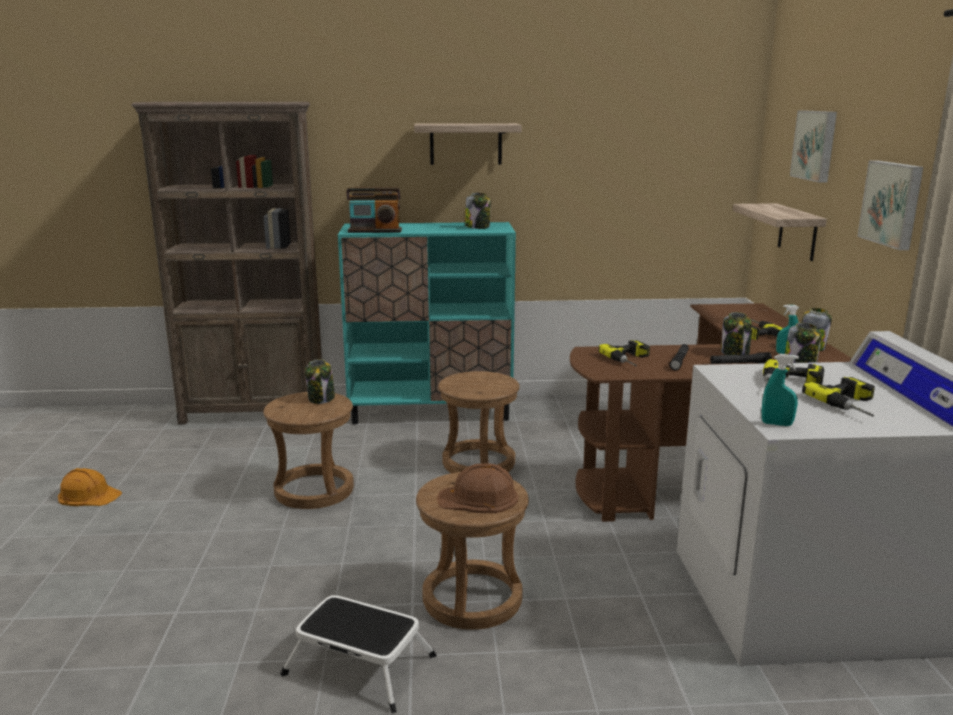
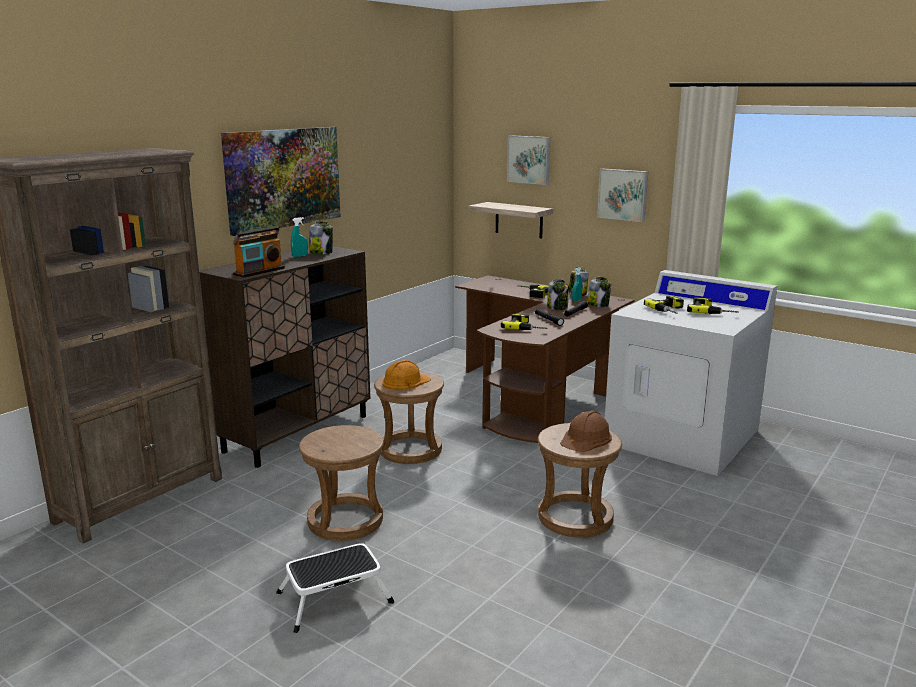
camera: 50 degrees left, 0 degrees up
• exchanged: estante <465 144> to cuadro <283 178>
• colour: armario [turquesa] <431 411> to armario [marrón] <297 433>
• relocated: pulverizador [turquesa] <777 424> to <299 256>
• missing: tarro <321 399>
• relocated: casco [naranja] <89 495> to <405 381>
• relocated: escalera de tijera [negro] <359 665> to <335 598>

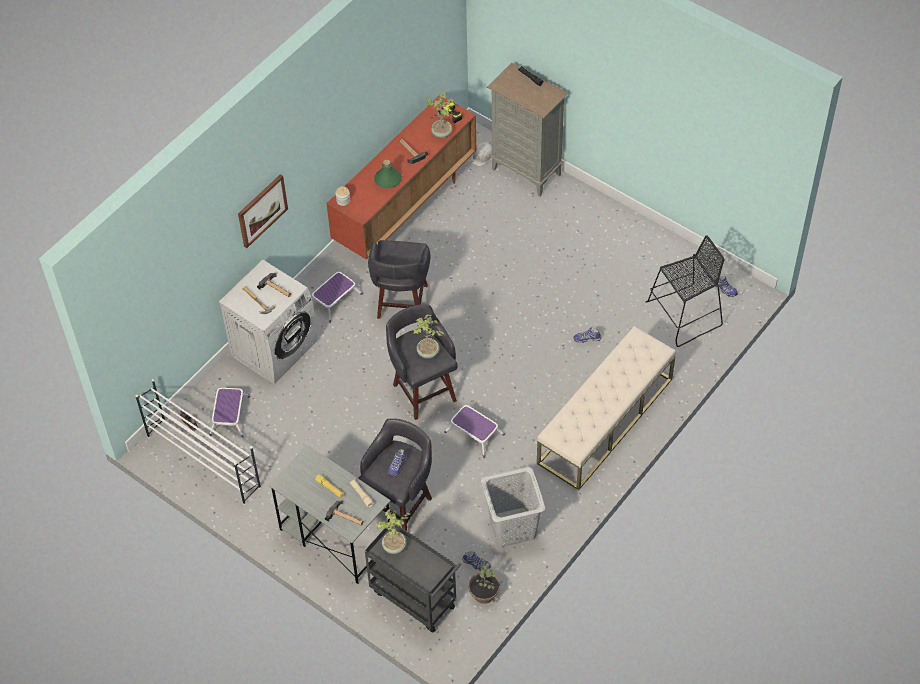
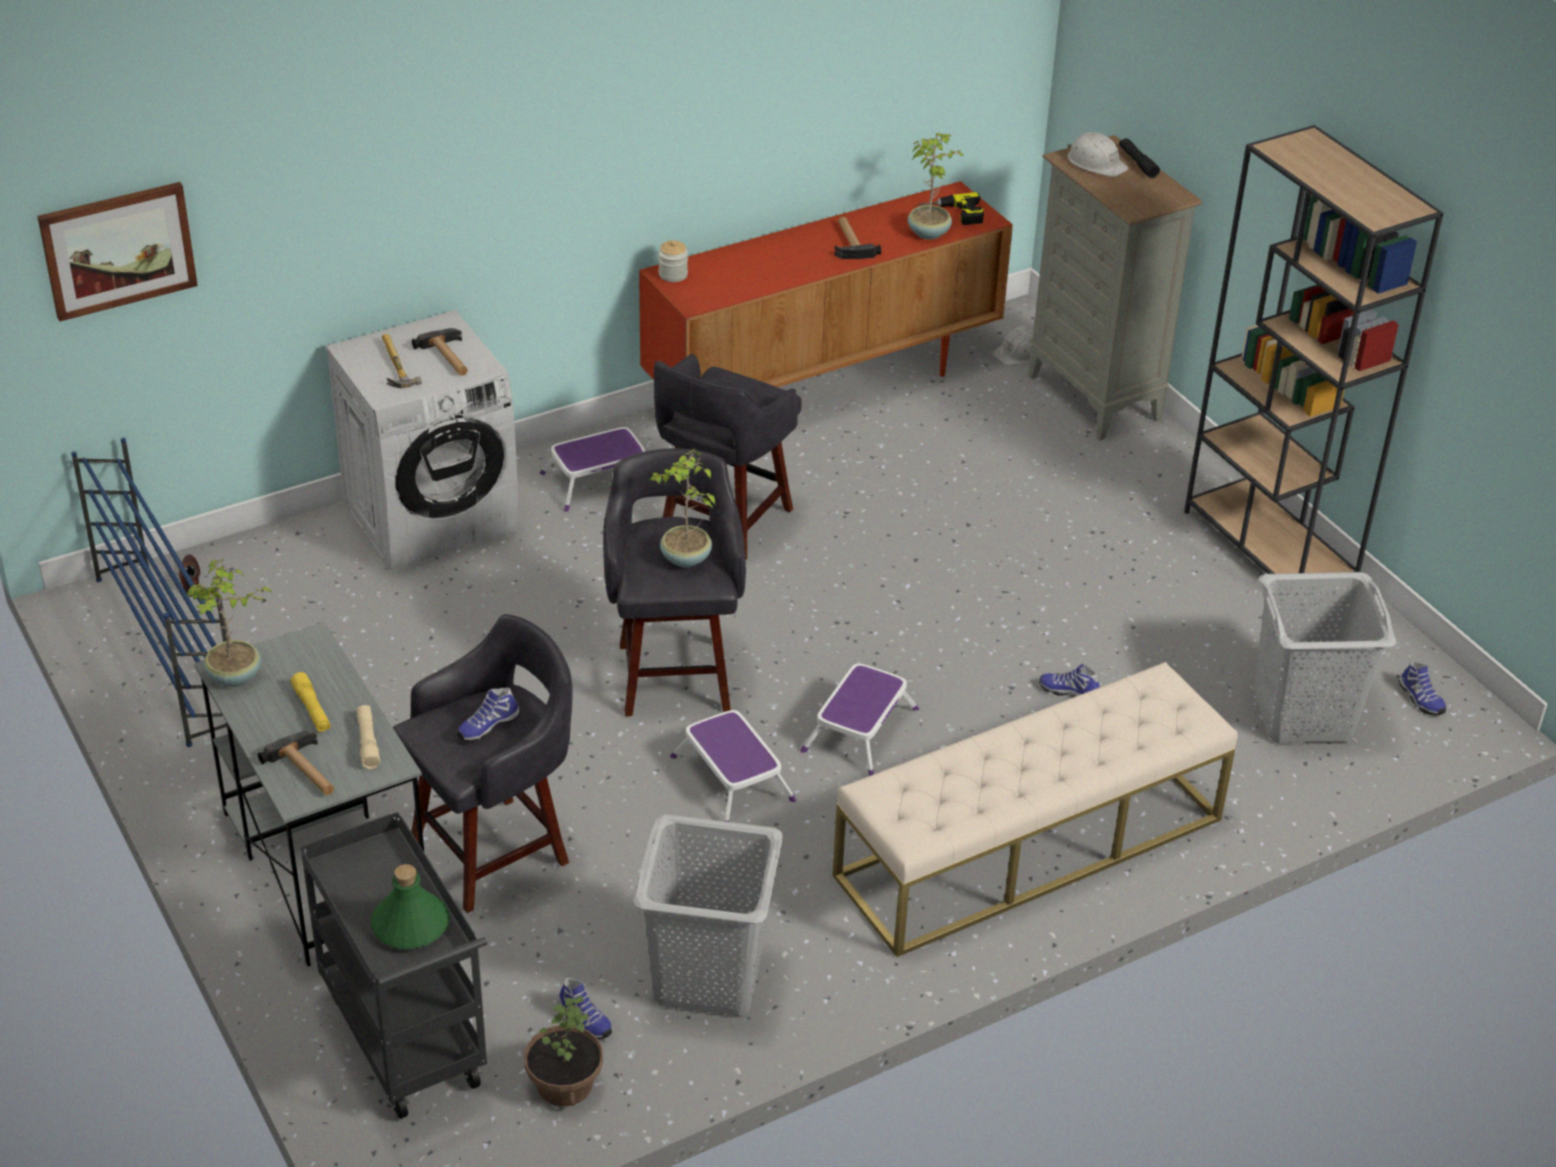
camera: 20 degrees right, 15 degrees down
• relocated: botella [verde] <388 180> to <411 925>
• relocated: cuadro <262 210> to <118 249>
• exchanged: taburete [negro] <683 315> to cesto de la ropa [gris] <1303 716>
• colour: zapatero [blanco] <203 461> to zapatero [azul] <167 650>
• relocated: escalera de tijera [morado] <230 415> to <861 730>
• relocated: planta en maceta <395 546> to <235 677>
• appeared: estantería <1270 548>
• appeared: casco [blanco] <1096 162>

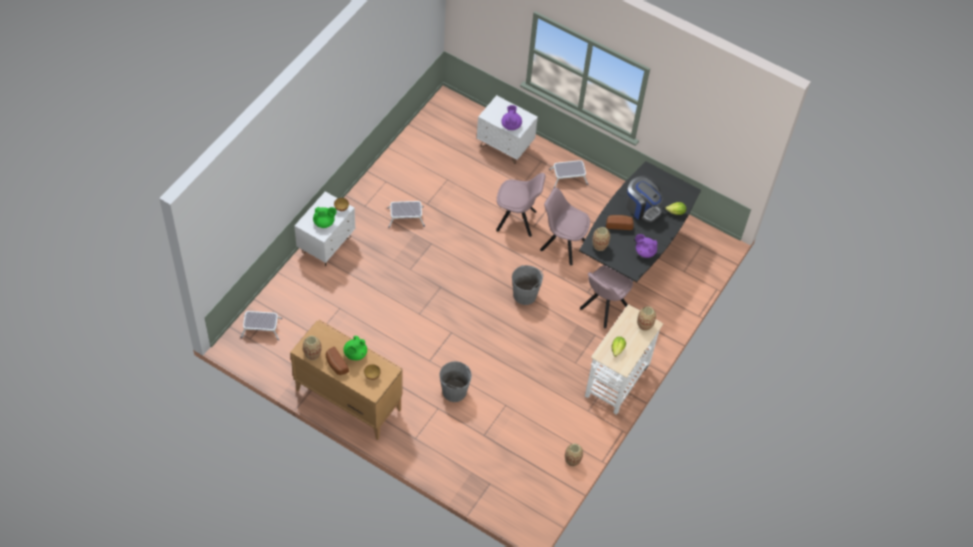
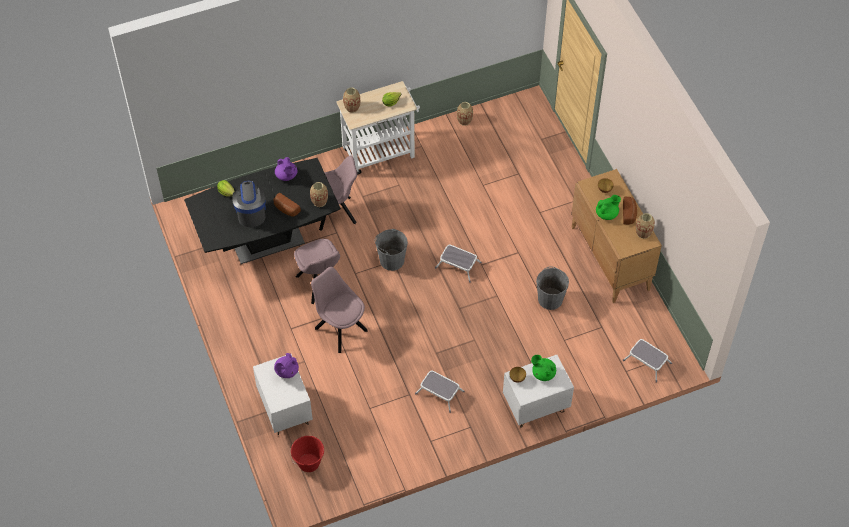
camera: 140 degrees left, 0 degrees up
• relocated: escalera de tijera [gris] <568 176> to <458 265>
• relocated: cubo [gris] <454 391> to <550 299>
• appeared: cubo [rojo] <309 463>

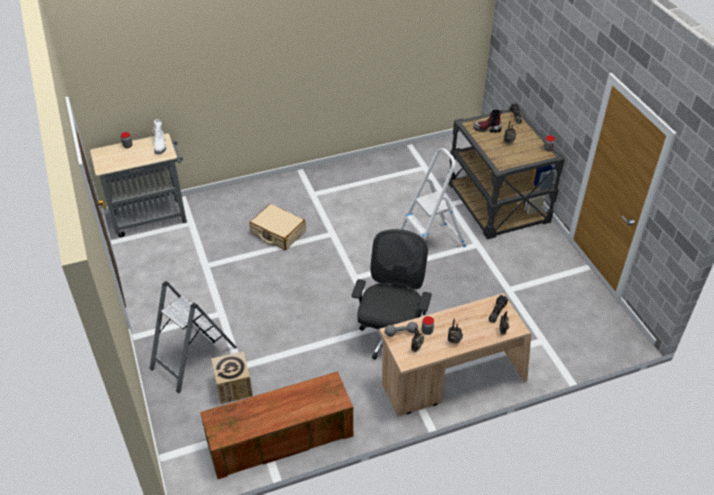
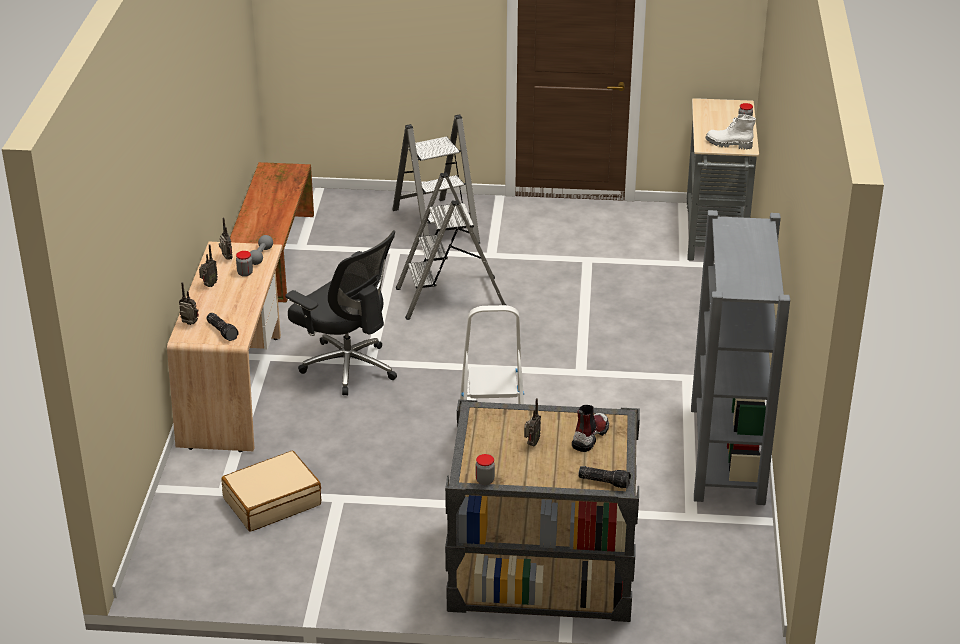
camera: 115 degrees right, 10 degrees down
• relocated: maleta [beis] <278 232> to <272 501>
• missing: caja de cartón <233 387>
• appeared: escalera de tijera [gris] <452 297>
• appeared: estantería [gris] <727 454>

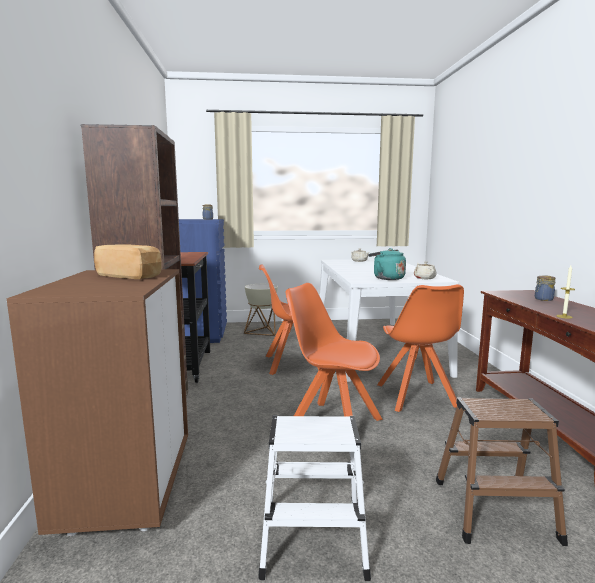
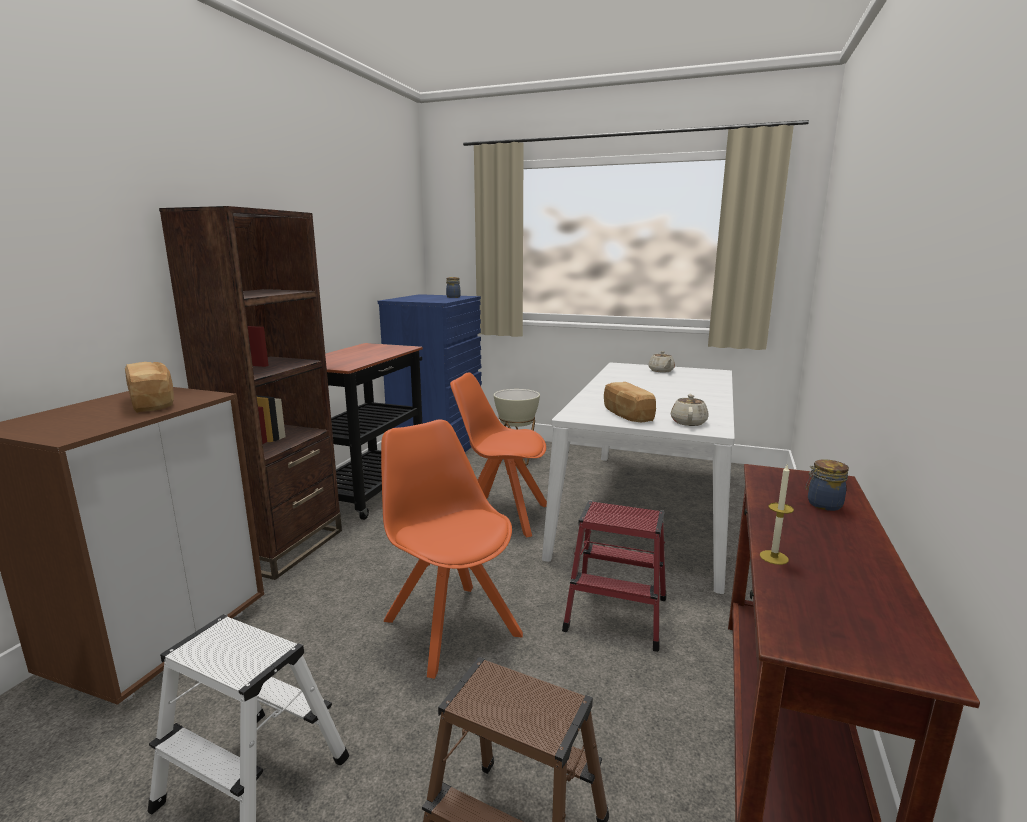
camera: 25 degrees right, 5 degrees up
• exchanged: hervidor [turquesa] <386 278> to pan <626 415>
• exchanged: silla [naranja] <416 397> to escalera de tijera [rojo] <615 613>

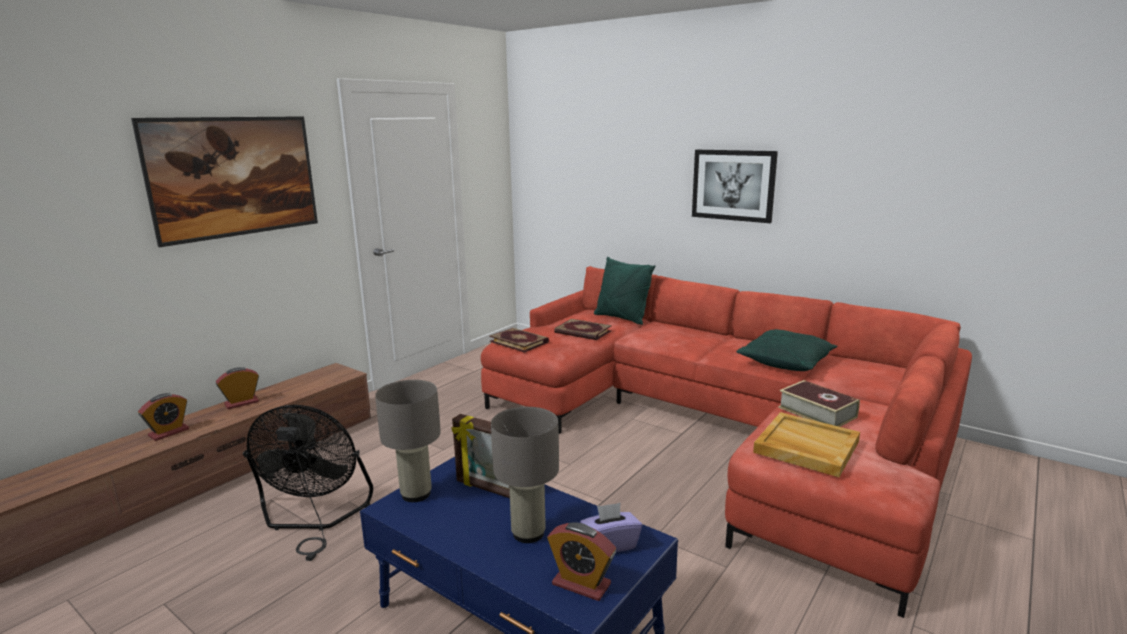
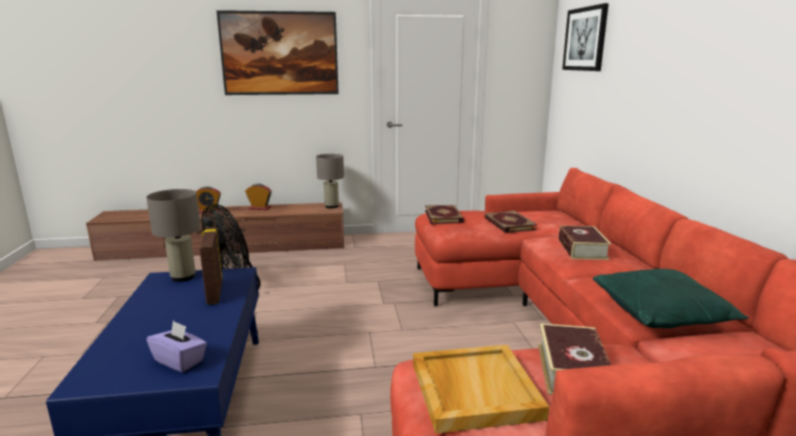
camera: 45 degrees right, 0 degrees up
• relocated: cuadro <733 185> to <585 39>
• missing: cojín [verde] <621 318>
• relocated: lámpara de mesa [gris] <529 534> to <331 206>
• missing: despertador <581 584>
• appeared: libro <582 249>

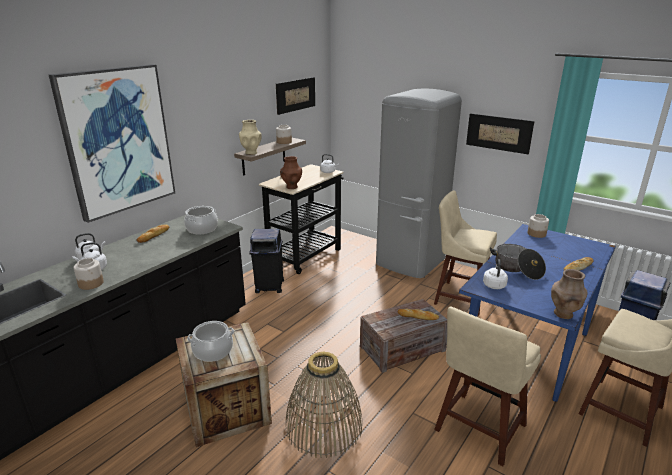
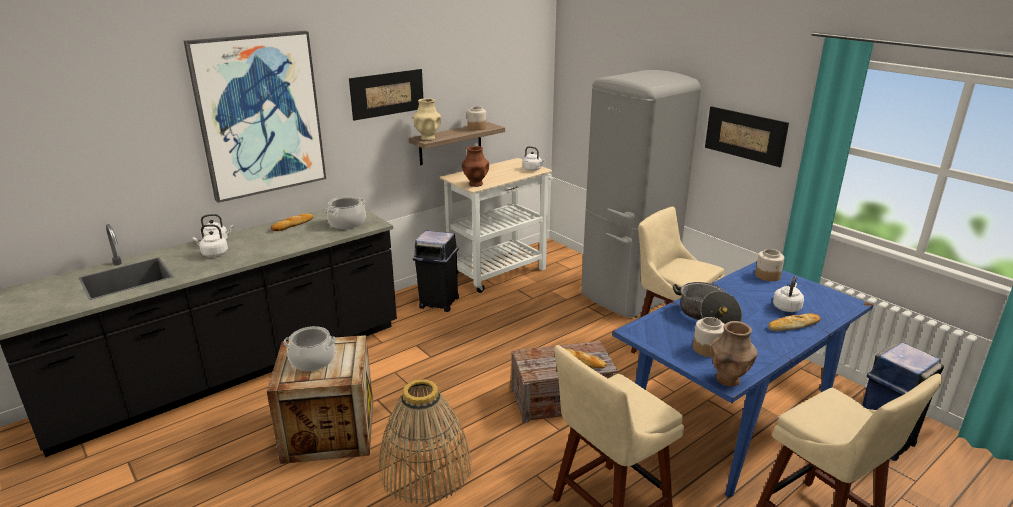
camera: 15 degrees right, 0 degrees up
• relocated: cuadro <296 95> to <387 94>
• colour: carrito [negro] <306 256> to carrito [blanco] <499 272>
• relocated: tarro <91 283> to <707 349>
• relocated: hervidor [blanco] <494 285> to <787 307>

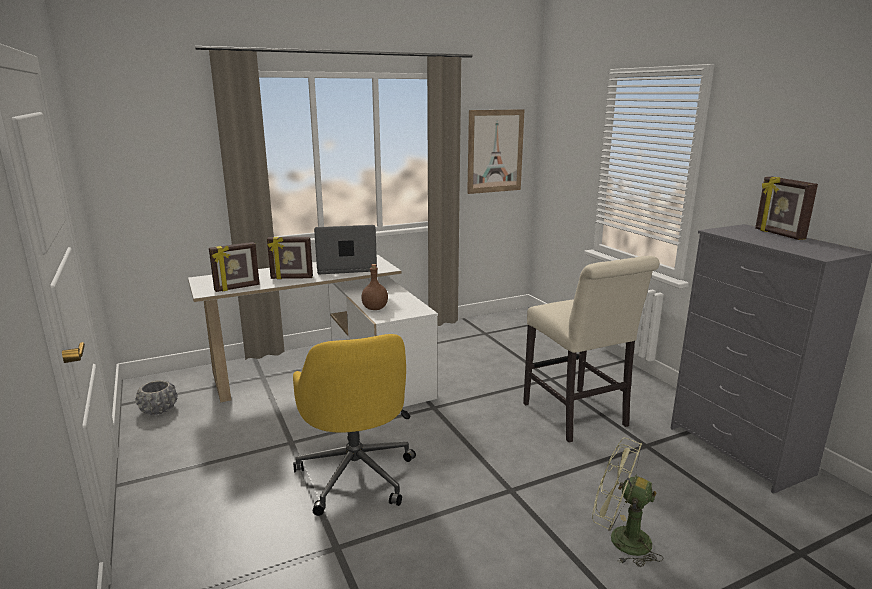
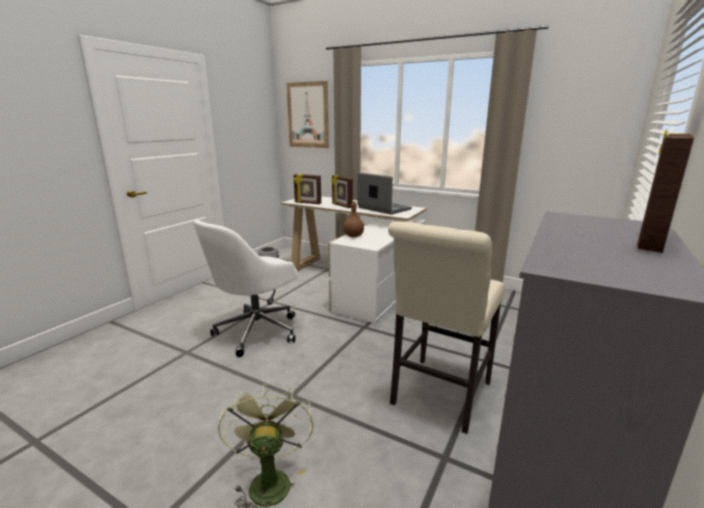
camera: 55 degrees right, 0 degrees up
• relocated: cuadro <495 151> to <308 115>
• colour: silla de oficina [amarillo] <356 477> to silla de oficina [blanco] <256 332>

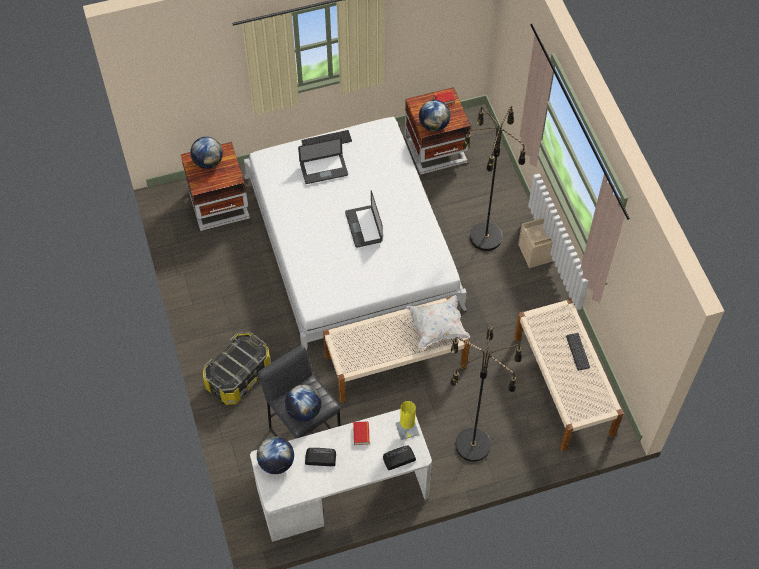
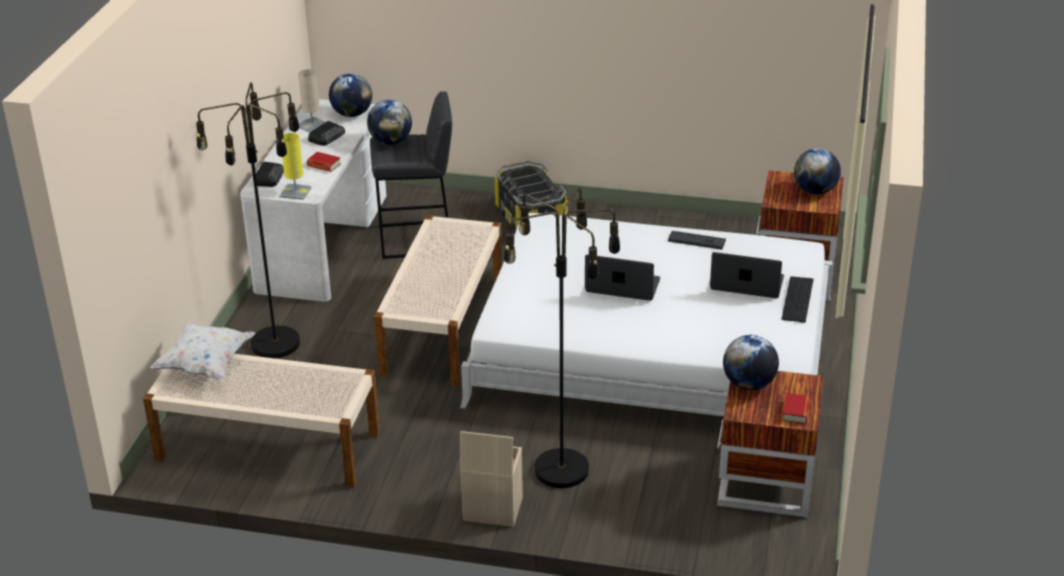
camera: 120 degrees right, 25 degrees down
• spun: portátil <324 169> = <747 284> 90 degrees clockwise
• relocated: cojín [blanco] <437 327> to <206 365>
• relocated: teclado <577 351> to <696 240>
• appeared: lámpara de mesa [beis] <312 125>

